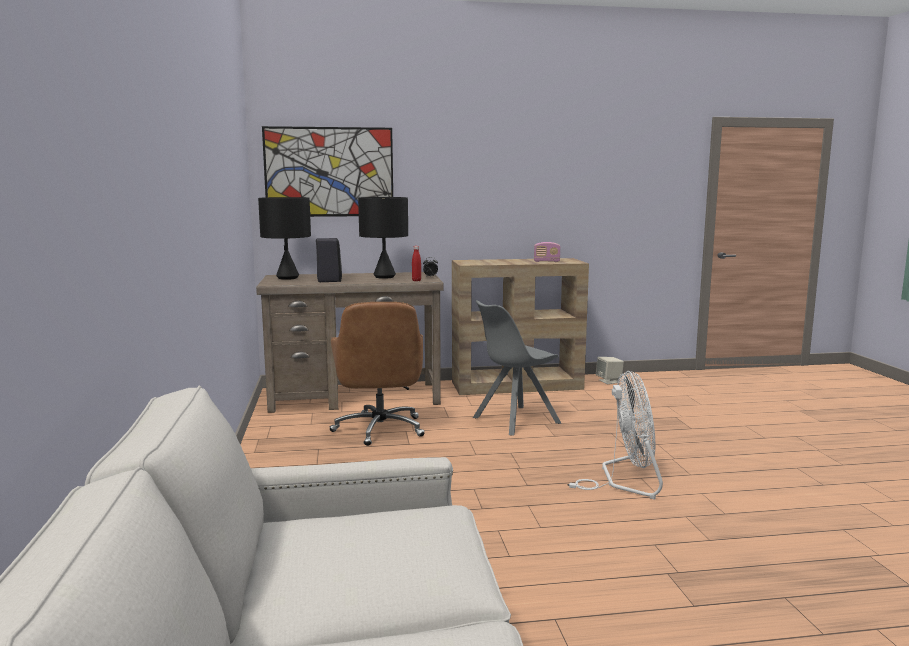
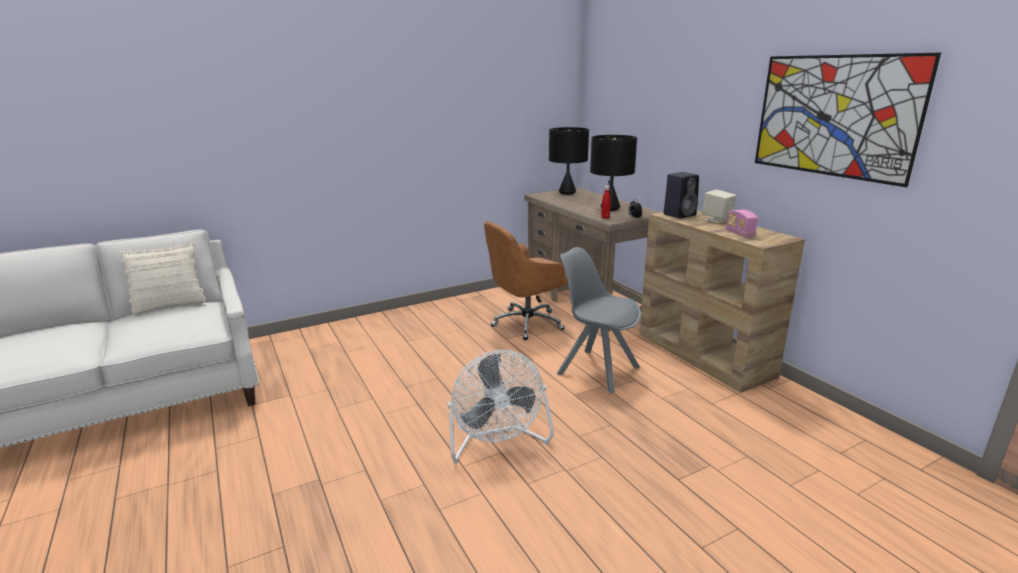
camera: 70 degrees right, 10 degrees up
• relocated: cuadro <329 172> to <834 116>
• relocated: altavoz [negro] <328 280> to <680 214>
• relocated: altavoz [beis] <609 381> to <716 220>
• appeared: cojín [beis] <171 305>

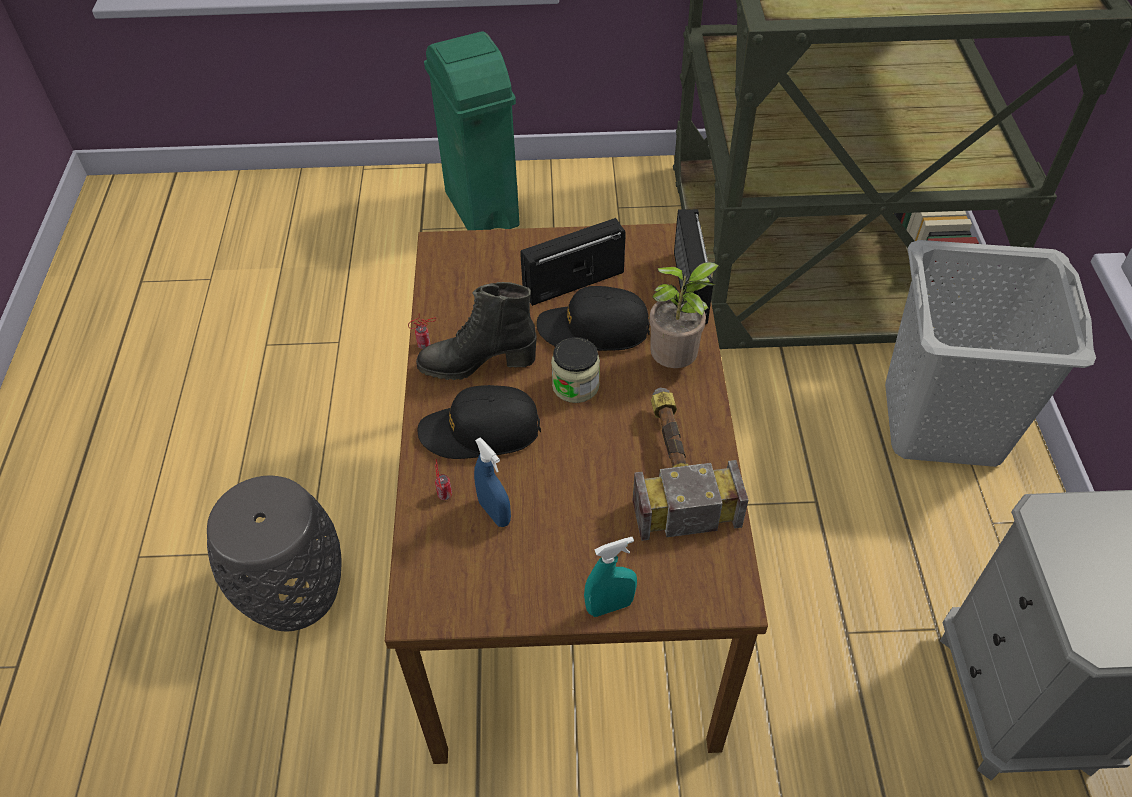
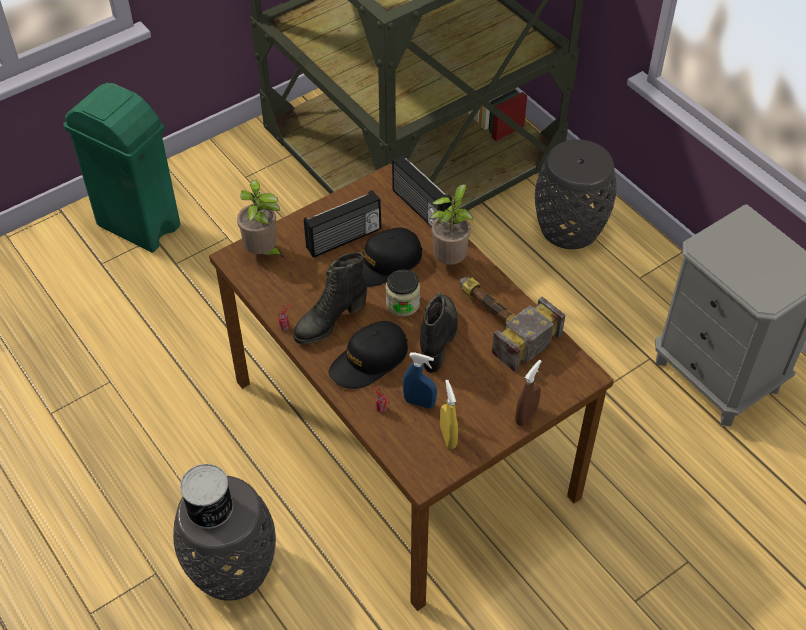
camera: 35 degrees left, 0 degrees up
• spun: radio <572 281> = <344 239> 150 degrees counterclockwise
• exchanged: cesto de la ropa [gris] <940 420> to taburete [gris] <569 228>
• colour: pulverizador [turquesa] <609 606> to pulverizador [marrón] <526 415>
• appeared: planta en maceta <263 253>
• appeared: bota [negro] <438 338>
• appeared: pulverizador [amarillo] <448 437>
• appeared: lata <210 509>

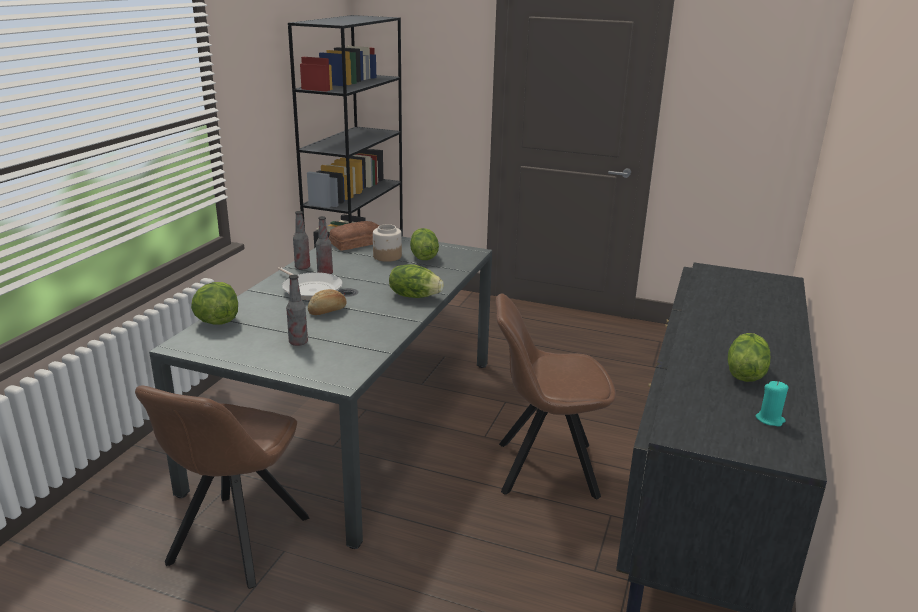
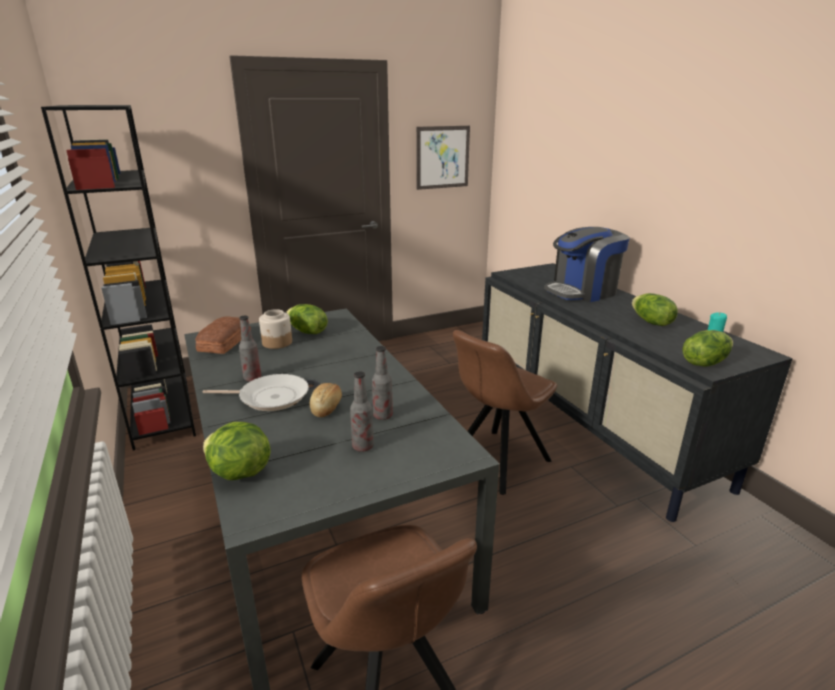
camera: 45 degrees left, 0 degrees up
• relocated: botella <302 267> to <382 416>
• relocated: lechuga <414 296> to <704 362>
• appeared: cuadro <442 157>
• appeared: cafetera <582 291>

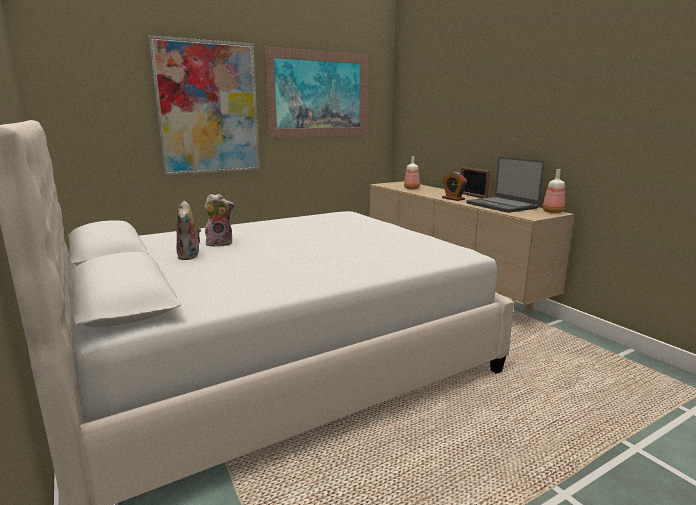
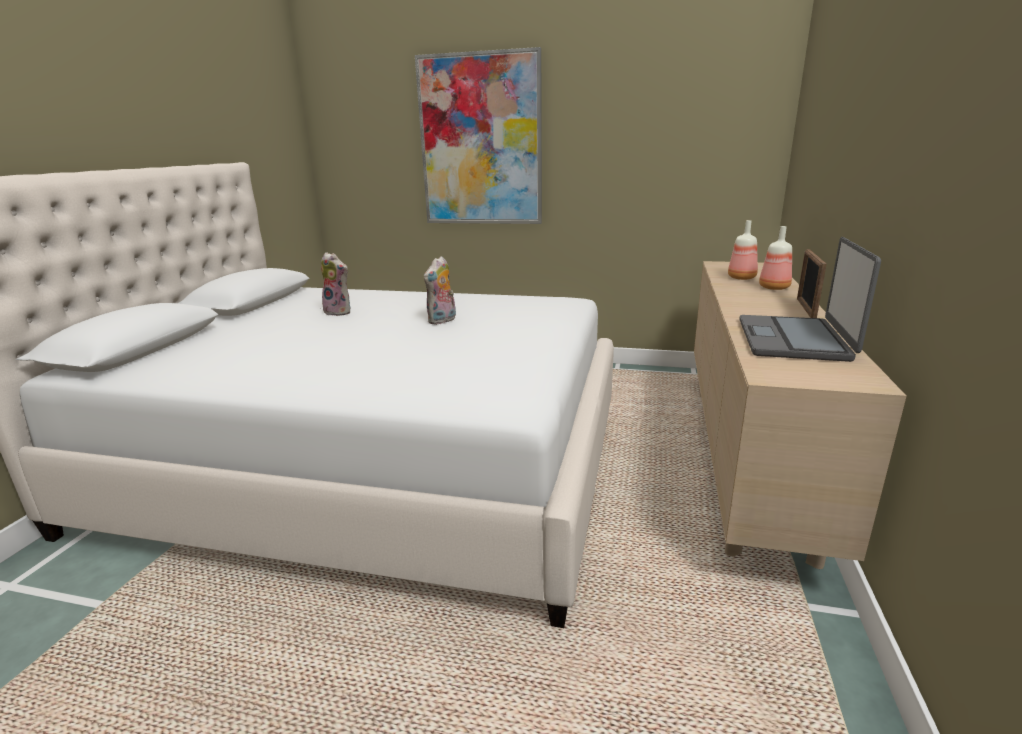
camera: 45 degrees right, 5 degrees up
• missing: cuadro <319 95>
• relocated: botella <552 212> to <773 287>
• missing: despertador <453 199>
• relocated: peluche <190 256> to <442 321>

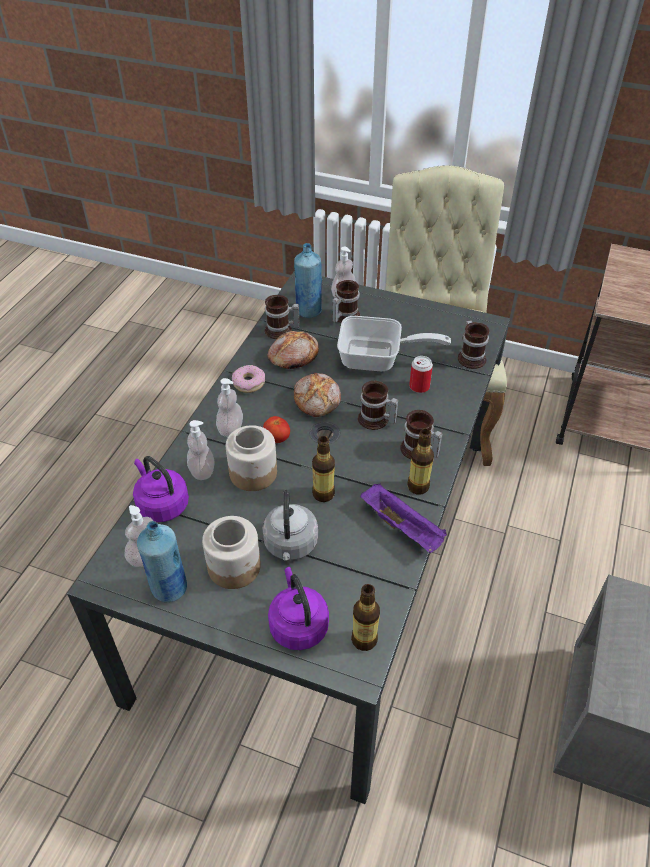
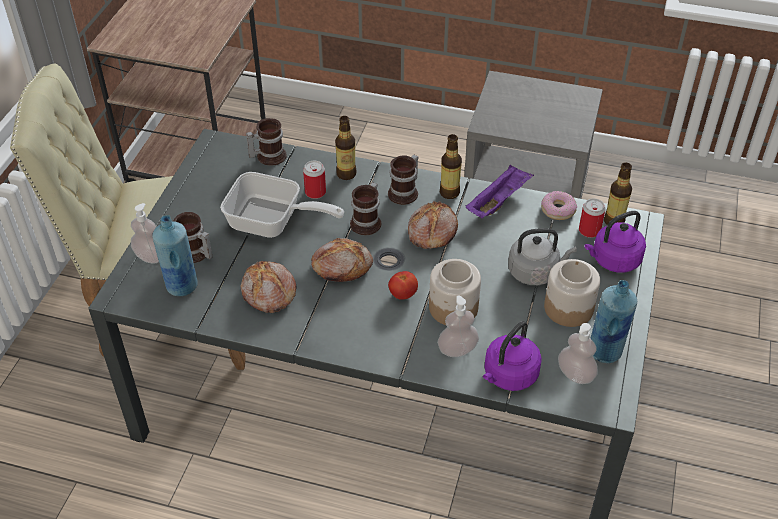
camera: 95 degrees left, 0 degrees up
• missing: taza grande <281 331>
• spun: sartén <378 359> = <272 223> 105 degrees clockwise
• relocated: rosquilla <249 383> to <558 210>
• missing: dispensador de jabón <230 428>
• relocated: botella <323 494> to <346 174>
• appeared: lata <589 231>
• appeared: pan <431 232>

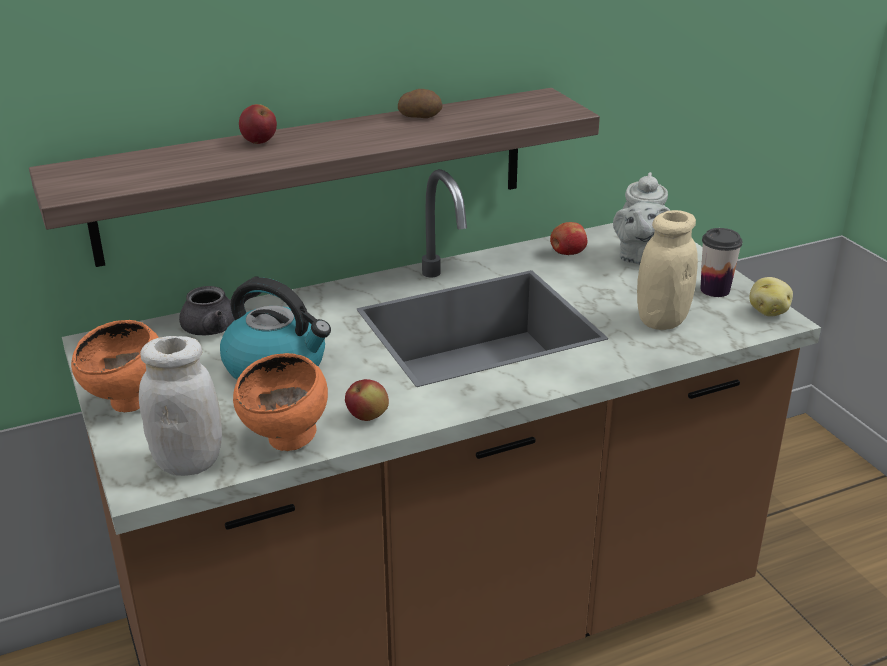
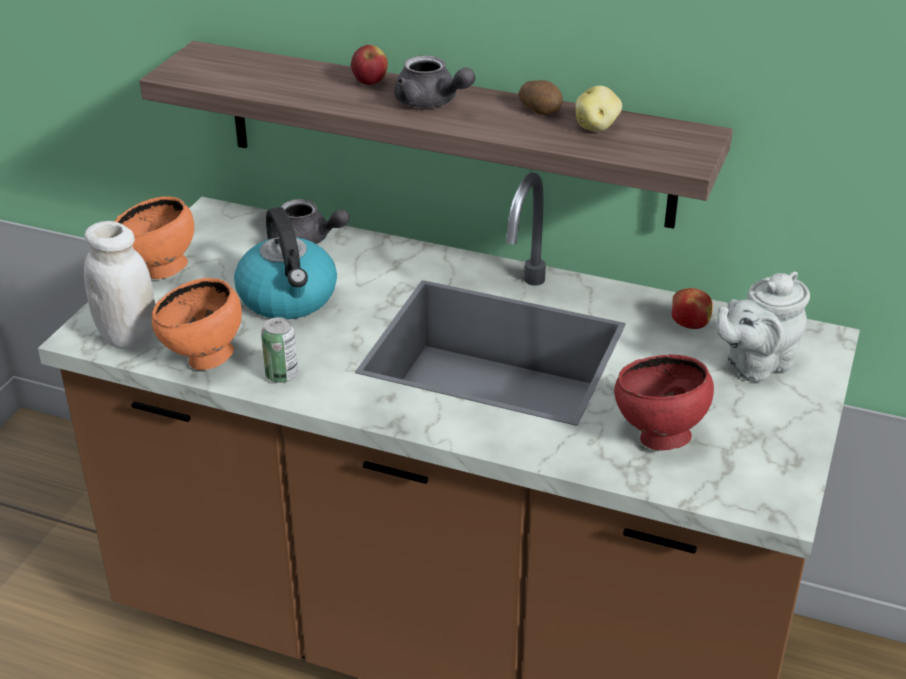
camera: 45 degrees right, 5 degrees up
• exchanged: tarro [beis] <661 320> to cuenco [rojo] <658 438>
• missing: taza <715 290>
• relocated: patata <768 311> to <597 127>
• exchanged: manzana <367 417> to lata <282 375>
• appeared: tetera [gris] <431 103>

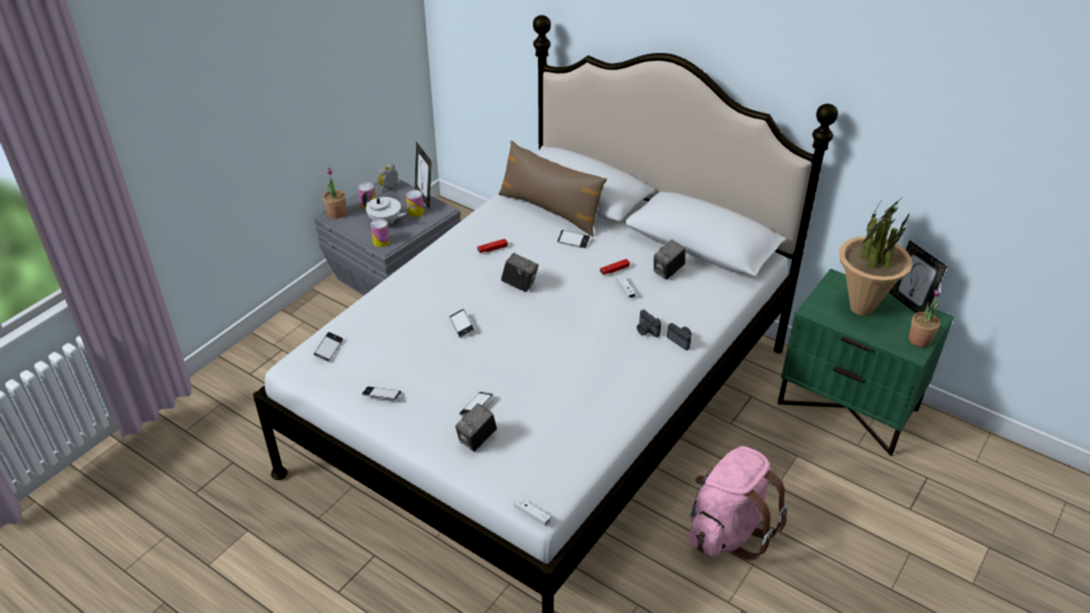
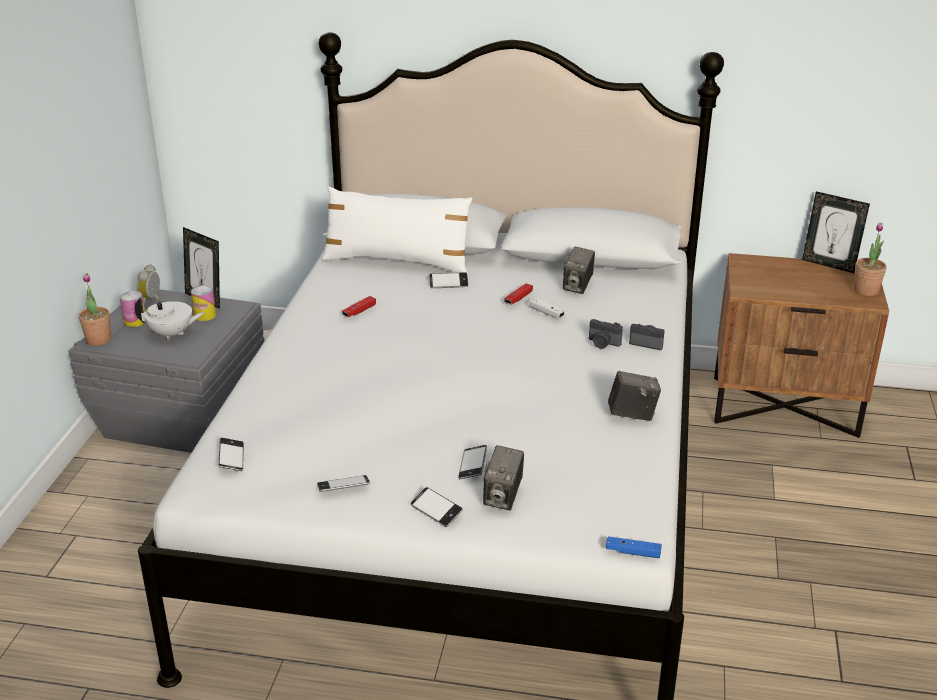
camera: 25 degrees left, 10 degrees down
• colour: cojín [marrón] <550 210> to cojín [blanco] <397 261>
• missing: planta en maceta <861 308>
• missing: lata <381 241>
• relocated: cámara <519 284> to <632 414>
• colour: mesita de noche [verde] <848 406> to mesita de noche [marrón] <784 405>
• relocated: móvil <461 325> to <436 510>
• missing: mochila [rosa] <728 530>
• colour: mando de consola [blanco] <532 514> to mando de consola [azul] <633 552>

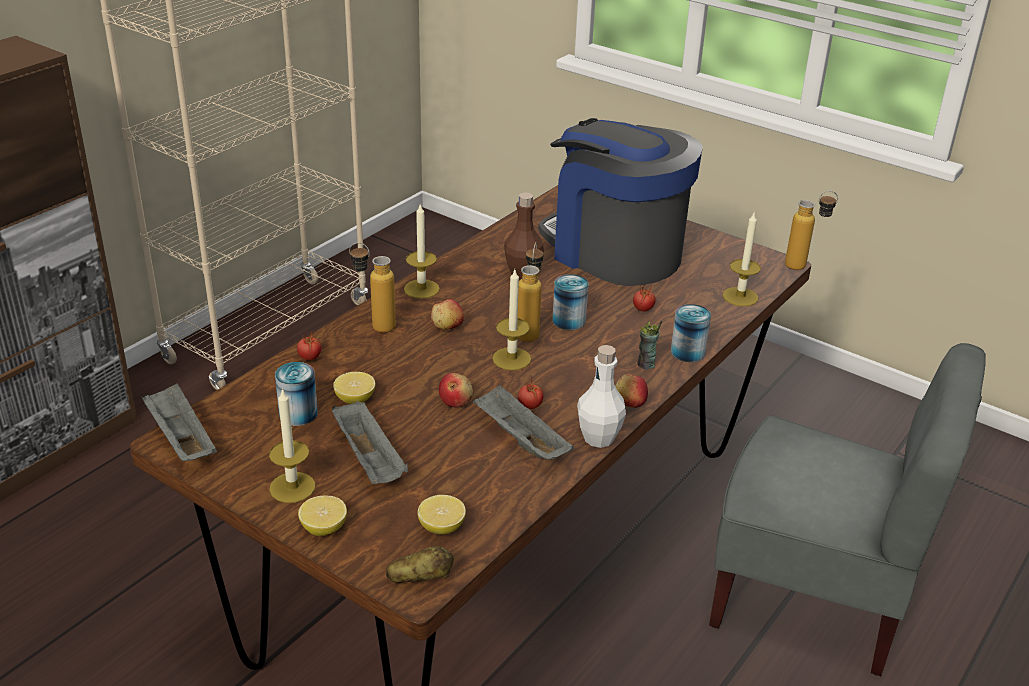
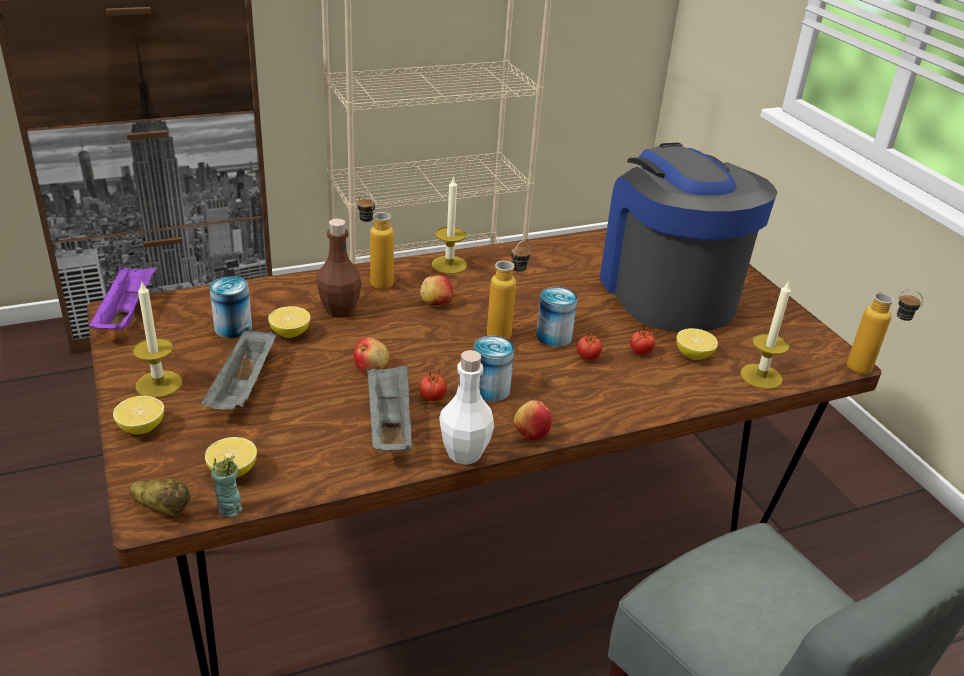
camera: 30 degrees right, 0 degrees up
• relocated: botella [marrón] <522 274> to <339 310>
• missing: vela <511 359>
• relocated: lata <687 352> to <490 389>
• relocated: taza <646 365> to <229 509>
• relocated: tomate <310 358> to <588 357>
• colour: bandeja [gris] <180 439> to bandeja [morado] <126 313>
• appeared: limón <693 355>

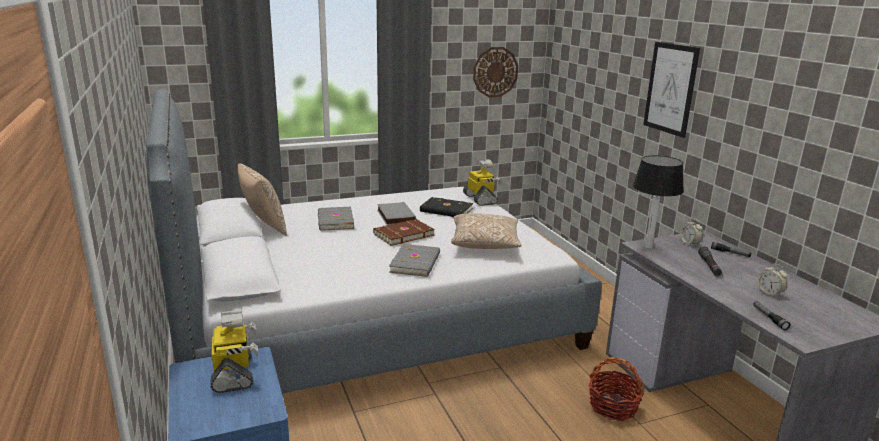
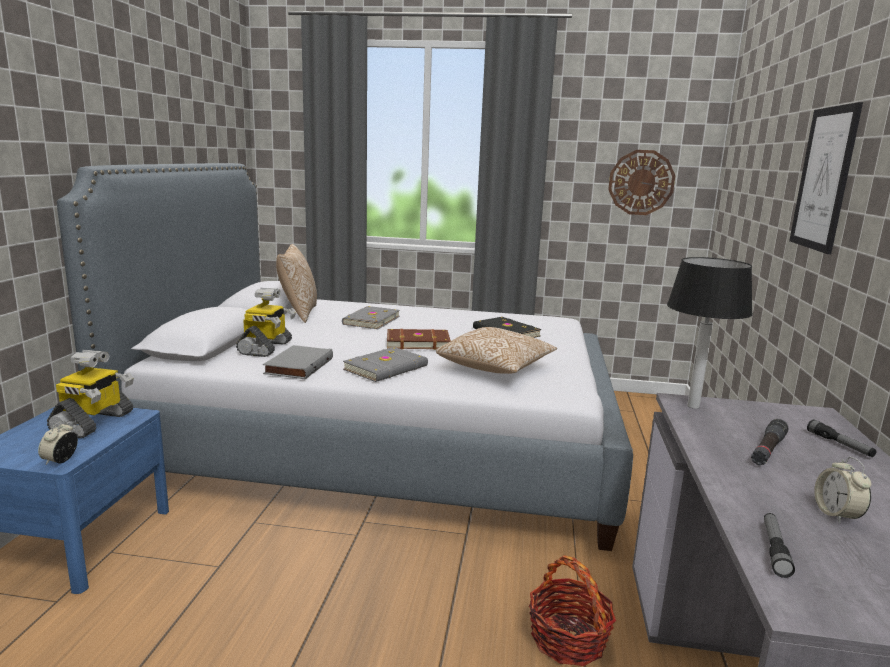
camera: 30 degrees right, 5 degrees down
• relocated: robot de juguete <480 199> to <266 348>
• relocated: libro [gris] <394 216> to <298 366>
• relocated: despertador <689 244> to <60 461>

